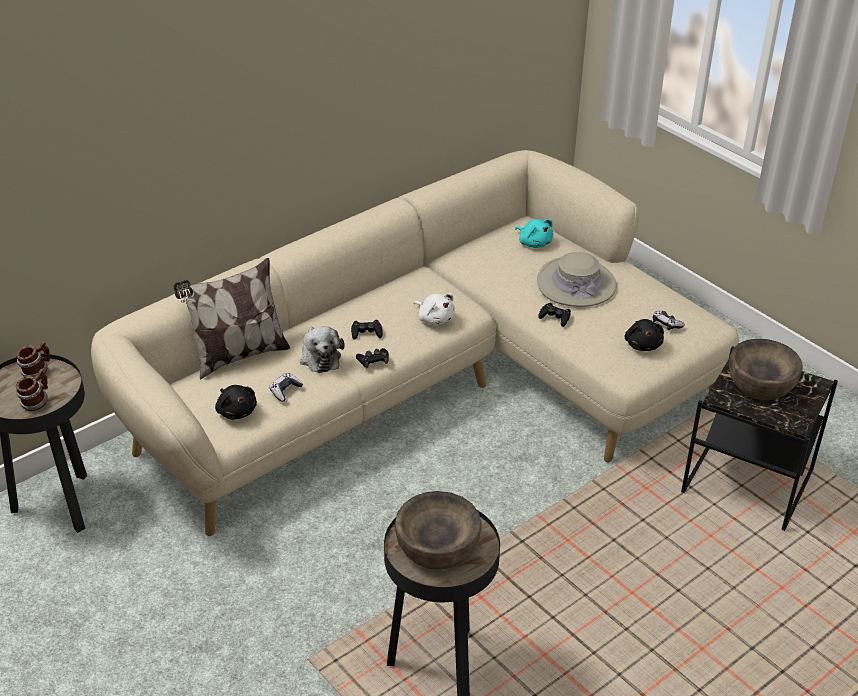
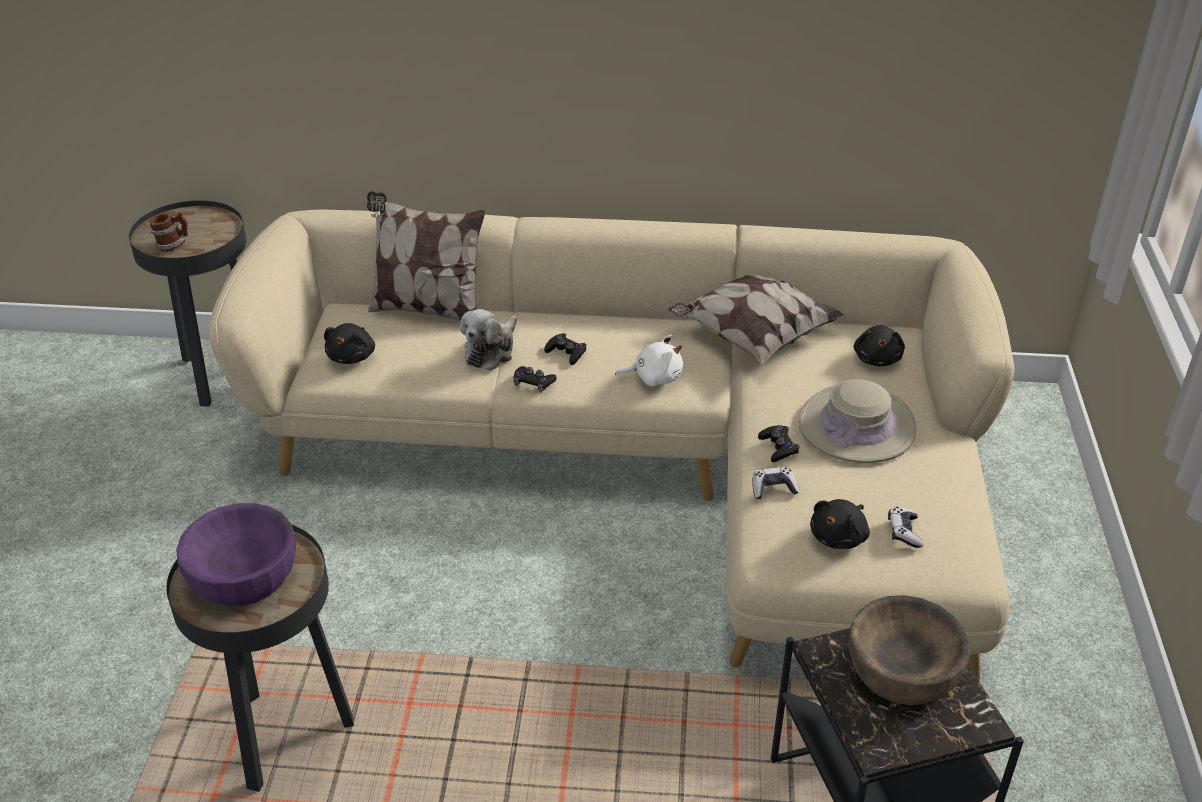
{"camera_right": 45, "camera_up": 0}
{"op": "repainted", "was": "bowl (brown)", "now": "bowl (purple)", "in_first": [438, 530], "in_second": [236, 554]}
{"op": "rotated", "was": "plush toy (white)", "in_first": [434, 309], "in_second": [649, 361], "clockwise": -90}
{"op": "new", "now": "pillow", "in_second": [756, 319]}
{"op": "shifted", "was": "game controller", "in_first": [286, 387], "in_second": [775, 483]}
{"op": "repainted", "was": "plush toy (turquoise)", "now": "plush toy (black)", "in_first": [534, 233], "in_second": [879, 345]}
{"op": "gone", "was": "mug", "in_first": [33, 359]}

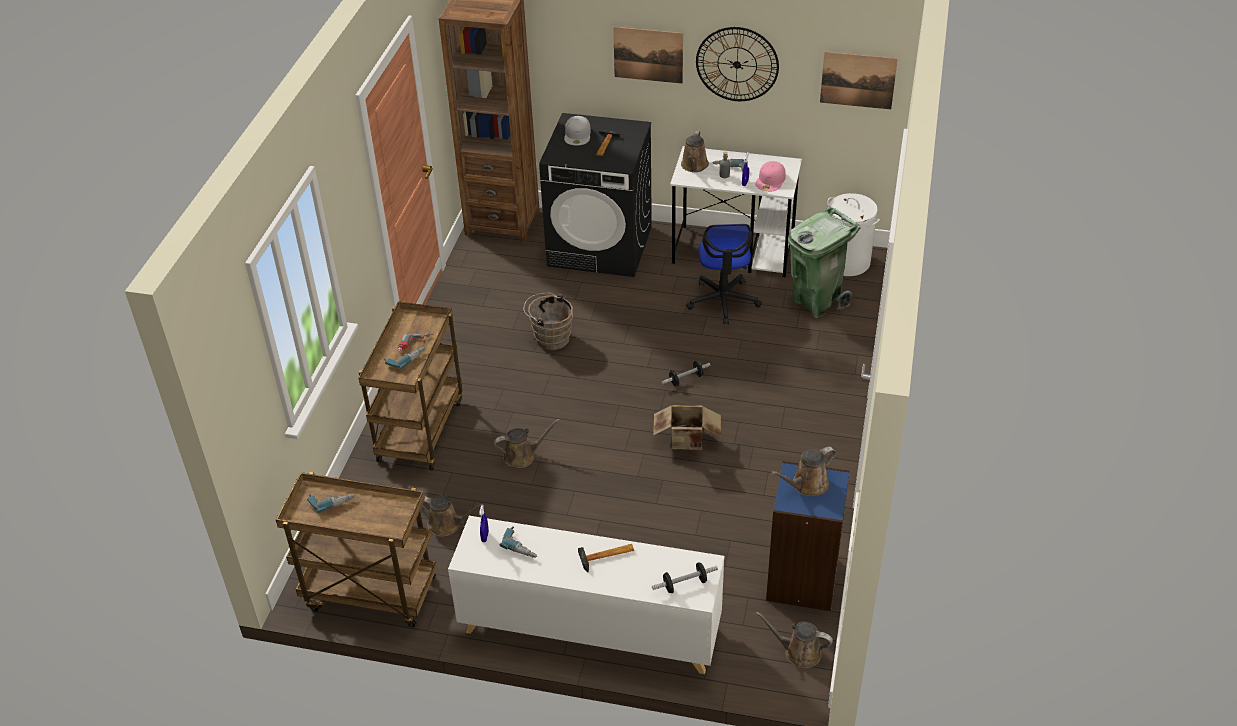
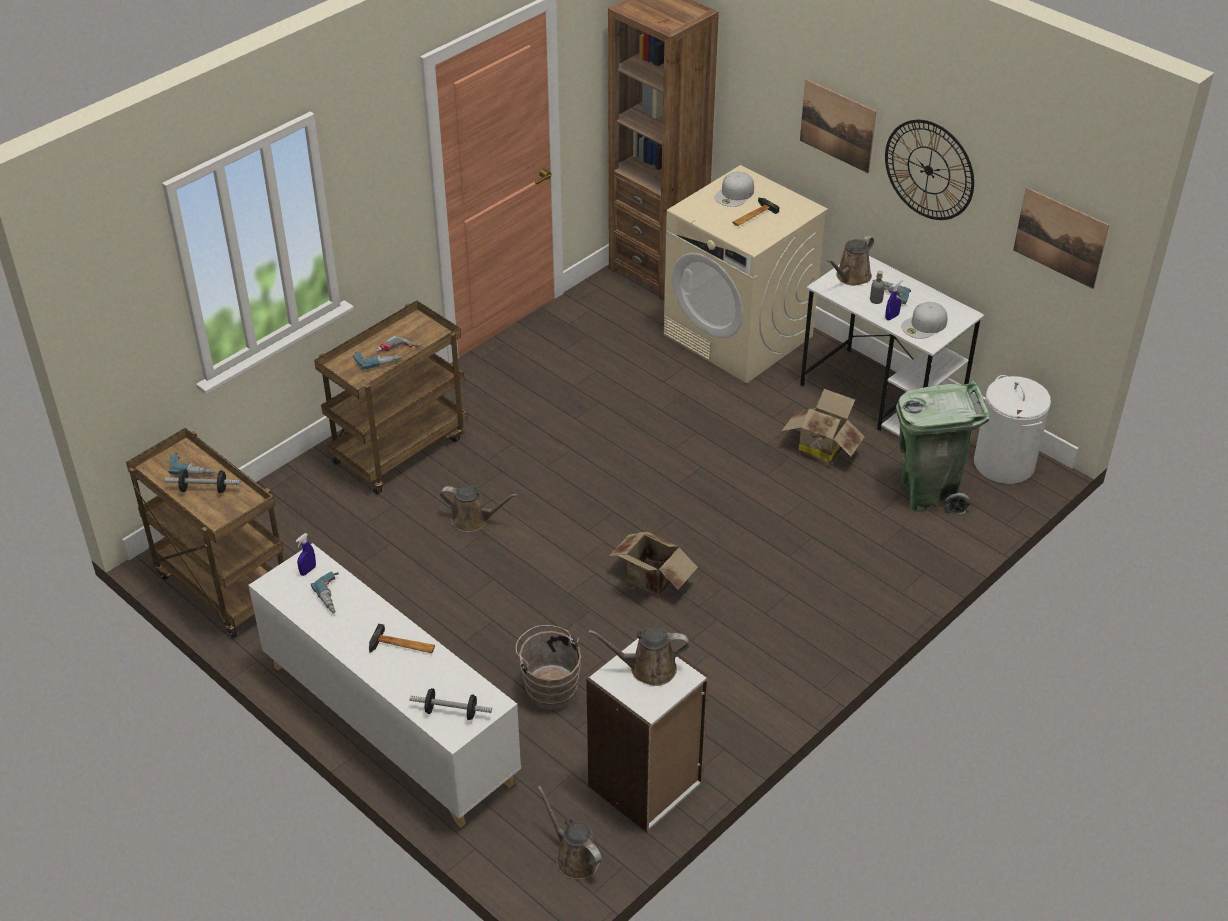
{"camera_right": 30, "camera_up": 0}
{"op": "shifted", "was": "dumbbell", "in_first": [686, 373], "in_second": [202, 481]}
{"op": "shifted", "was": "bucket (brown)", "in_first": [548, 321], "in_second": [548, 667]}
{"op": "repainted", "was": "bookcase (blue)", "now": "bookcase (white)", "in_first": [808, 536], "in_second": [647, 735]}
{"op": "repainted", "was": "washing machine (black)", "now": "washing machine (beige)", "in_first": [595, 195], "in_second": [746, 274]}
{"op": "swapped", "was": "office chair", "now": "cardboard box", "in_first": [724, 274], "in_second": [822, 427]}
{"op": "repainted", "was": "cap (pink)", "now": "cap (white)", "in_first": [771, 176], "in_second": [924, 320]}
{"op": "gone", "was": "watering can (brown)", "in_first": [452, 516]}

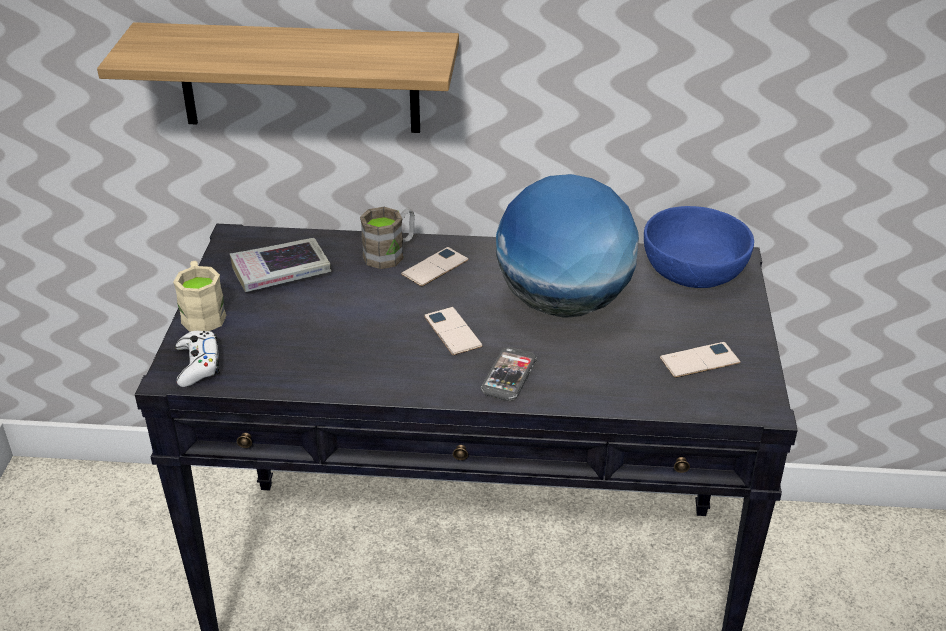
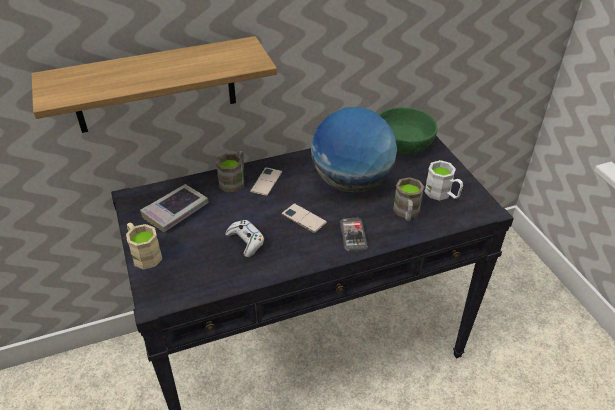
{"camera_right": -25, "camera_up": 5}
{"op": "shifted", "was": "game controller (white)", "in_first": [197, 359], "in_second": [244, 238]}
{"op": "repainted", "was": "bowl (blue)", "now": "bowl (green)", "in_first": [699, 247], "in_second": [408, 130]}
{"op": "new", "now": "mug (brown)", "in_second": [408, 199]}
{"op": "swapped", "was": "phone", "now": "mug (white)", "in_first": [700, 360], "in_second": [443, 180]}

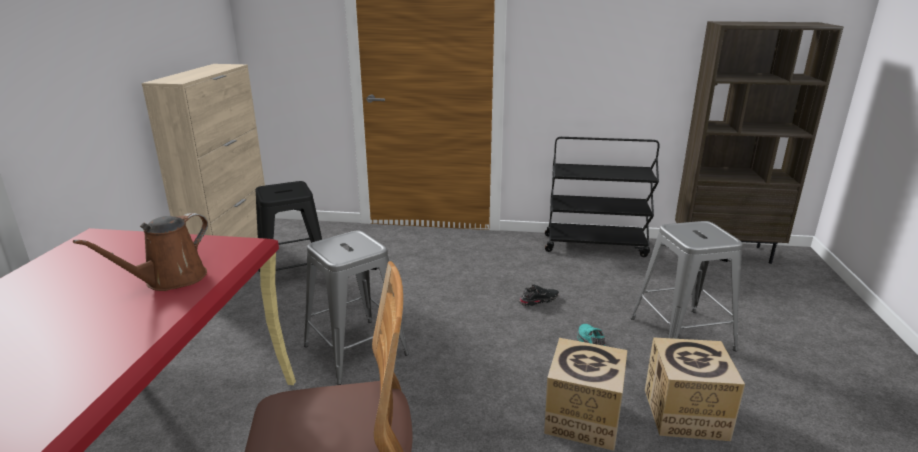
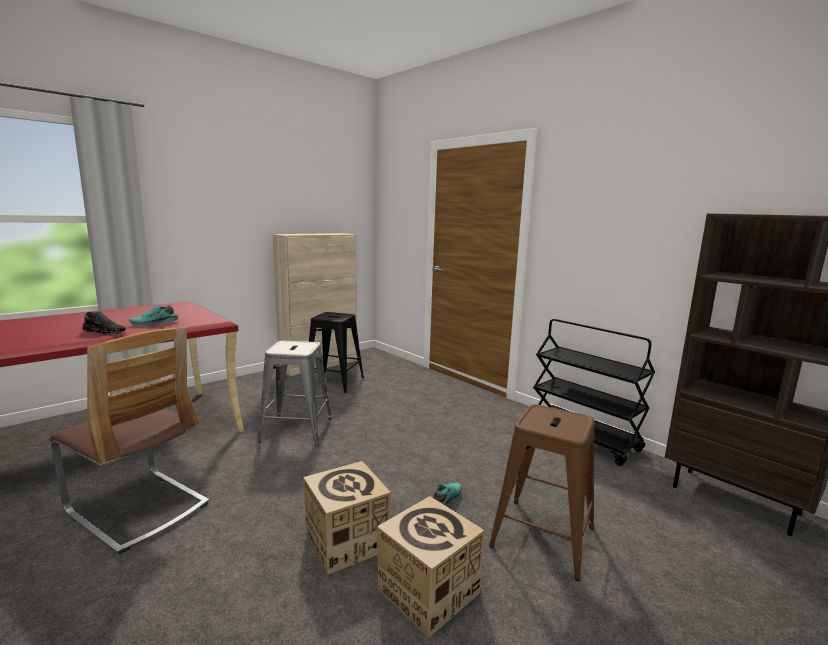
{"camera_right": 40, "camera_up": -10}
{"op": "shifted", "was": "shoe (black)", "in_first": [539, 295], "in_second": [104, 323]}
{"op": "swapped", "was": "watering can (brown)", "now": "shoe (turquoise)", "in_first": [140, 252], "in_second": [154, 315]}
{"op": "repainted", "was": "stool (grey)", "now": "stool (brown)", "in_first": [687, 286], "in_second": [542, 492]}

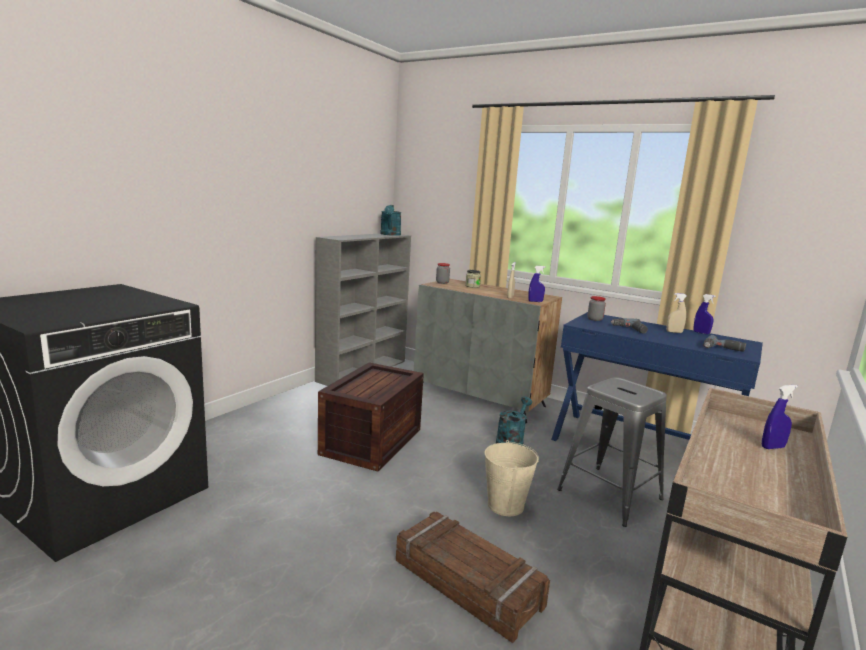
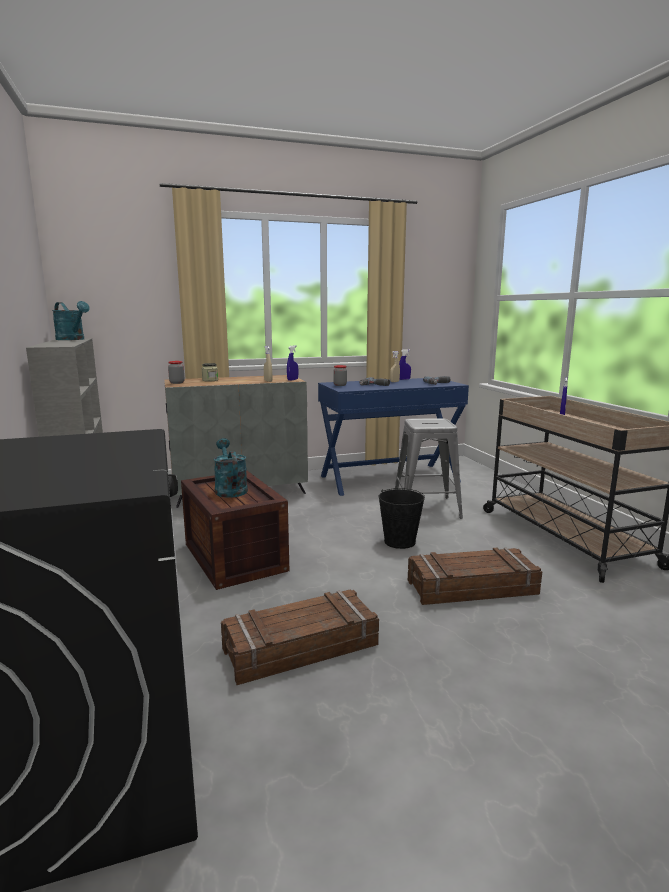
{"camera_right": -50, "camera_up": 0}
{"op": "shifted", "was": "watering can (turquoise)", "in_first": [514, 421], "in_second": [231, 468]}
{"op": "new", "now": "crate", "in_second": [300, 637]}
{"op": "repainted", "was": "bucket (beige)", "now": "bucket (black)", "in_first": [511, 478], "in_second": [402, 518]}

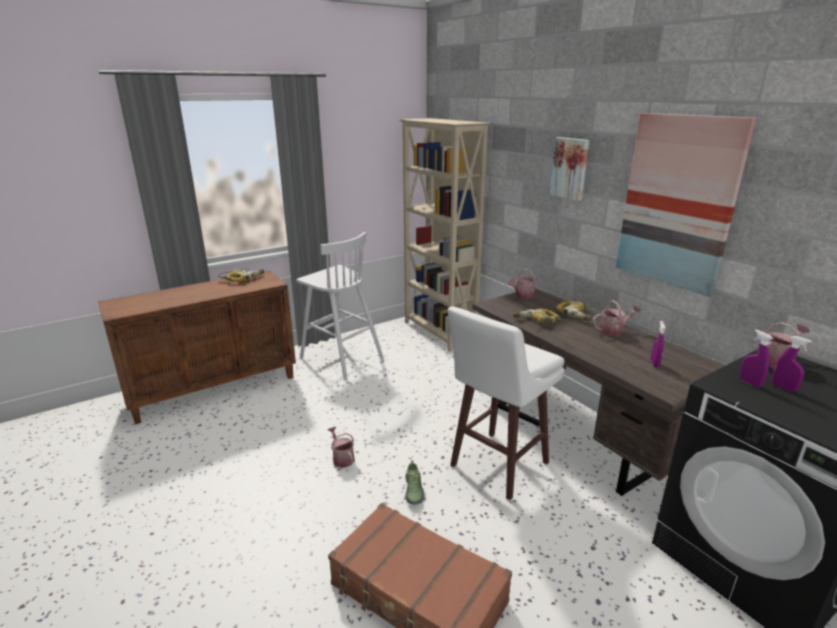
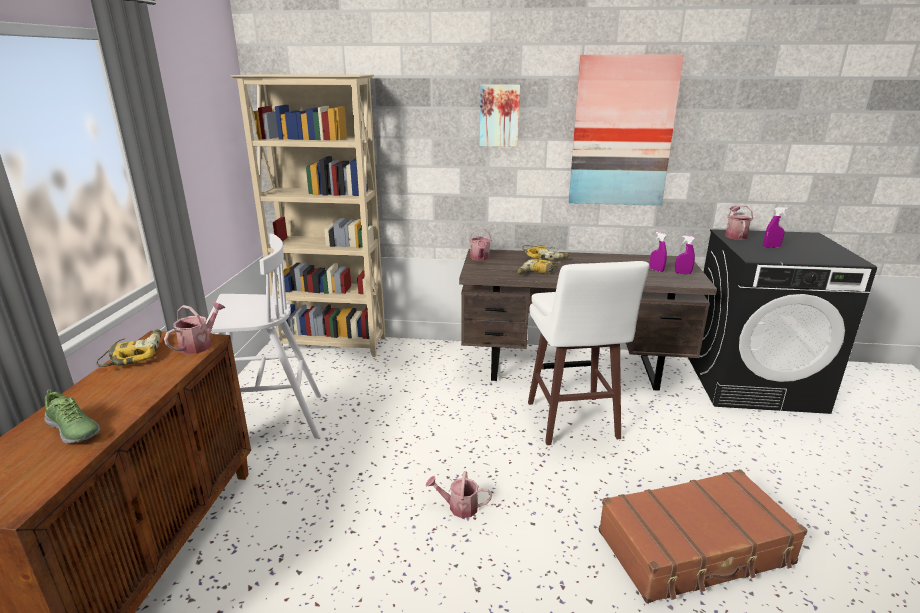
{"camera_right": -50, "camera_up": 0}
{"op": "shifted", "was": "shoe", "in_first": [415, 482], "in_second": [72, 416]}
{"op": "shifted", "was": "watering can", "in_first": [617, 318], "in_second": [195, 328]}
{"op": "shifted", "was": "spray bottle (purple)", "in_first": [756, 359], "in_second": [685, 255]}

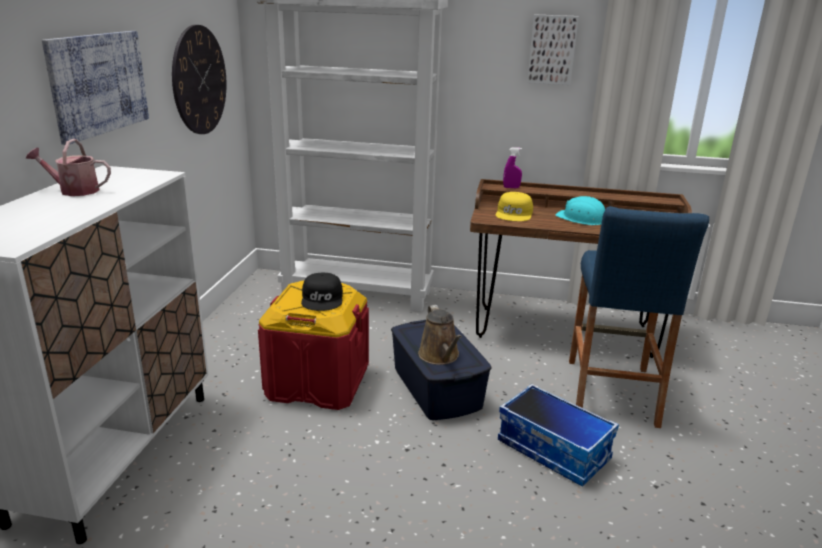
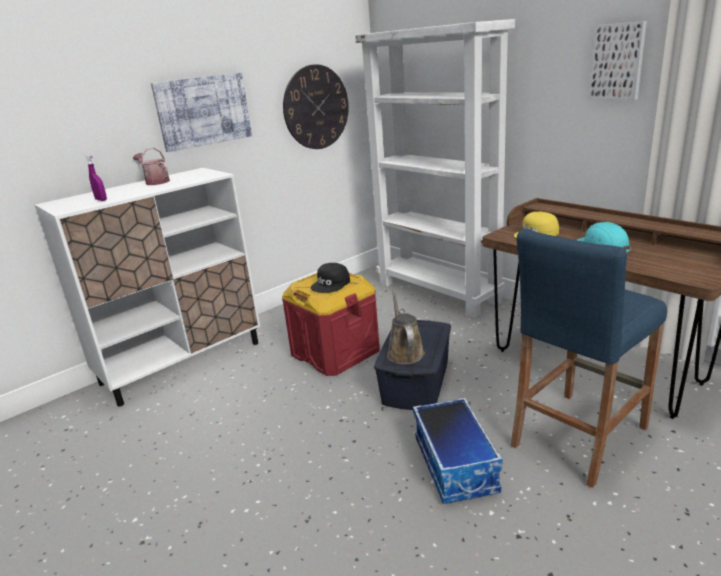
{"camera_right": 40, "camera_up": 0}
{"op": "shifted", "was": "spray bottle (purple)", "in_first": [512, 167], "in_second": [96, 177]}
{"op": "rotated", "was": "watering can (brown)", "in_first": [440, 335], "in_second": [406, 326], "clockwise": 150}

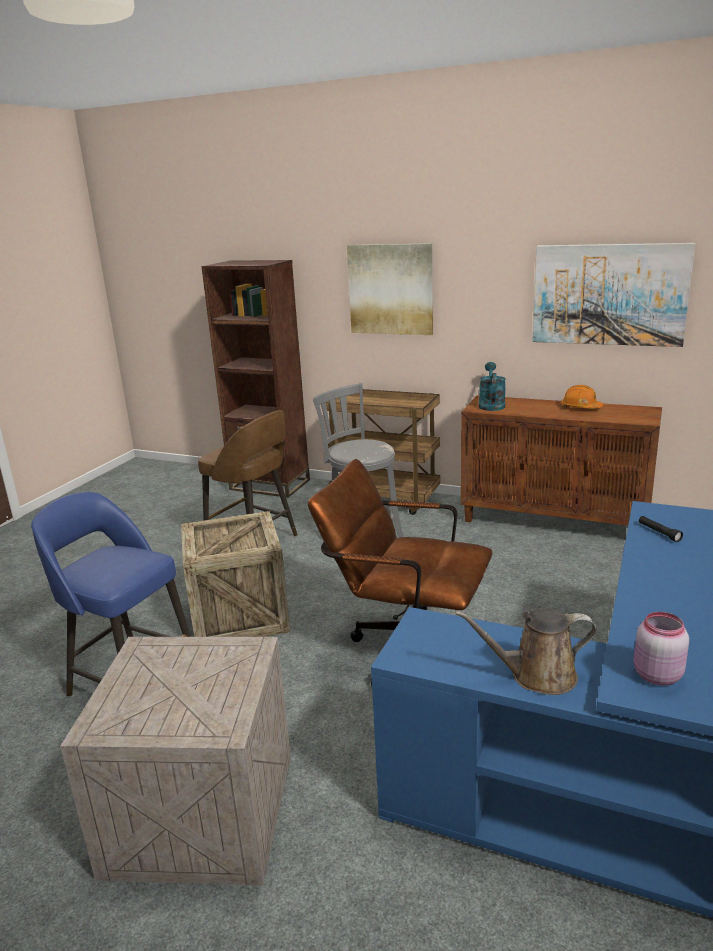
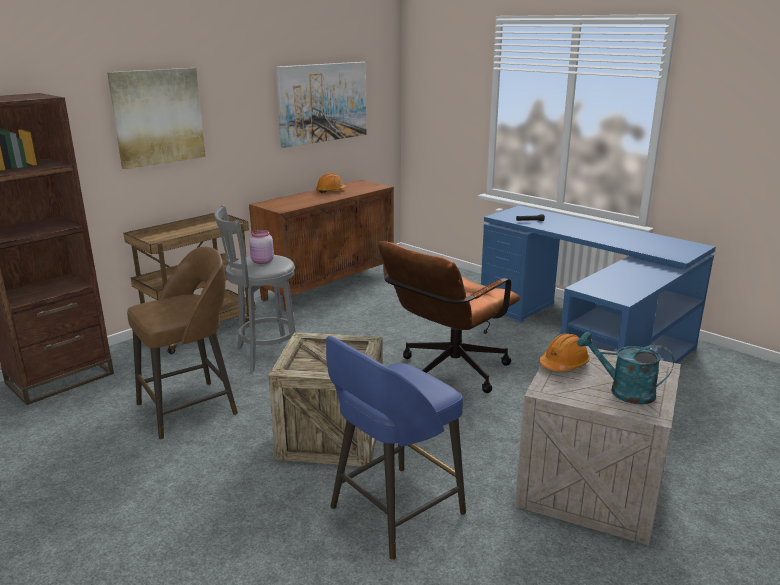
{"camera_right": -70, "camera_up": 0}
{"op": "shifted", "was": "jar (pink)", "in_first": [661, 648], "in_second": [261, 247]}
{"op": "new", "now": "hard hat (orange)", "in_second": [564, 352]}
{"op": "shifted", "was": "watering can (turquoise)", "in_first": [492, 386], "in_second": [625, 368]}
{"op": "gone", "was": "watering can (brown)", "in_first": [526, 651]}

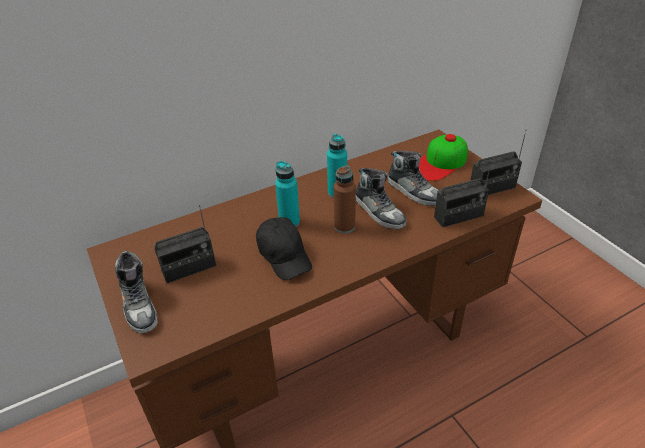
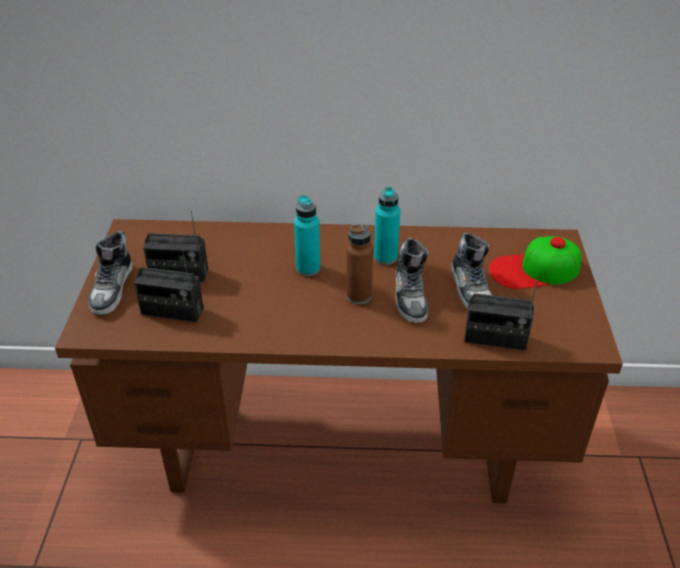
{"camera_right": 30, "camera_up": 0}
{"op": "shifted", "was": "radio", "in_first": [498, 162], "in_second": [169, 285]}
{"op": "gone", "was": "cap (black)", "in_first": [284, 248]}

